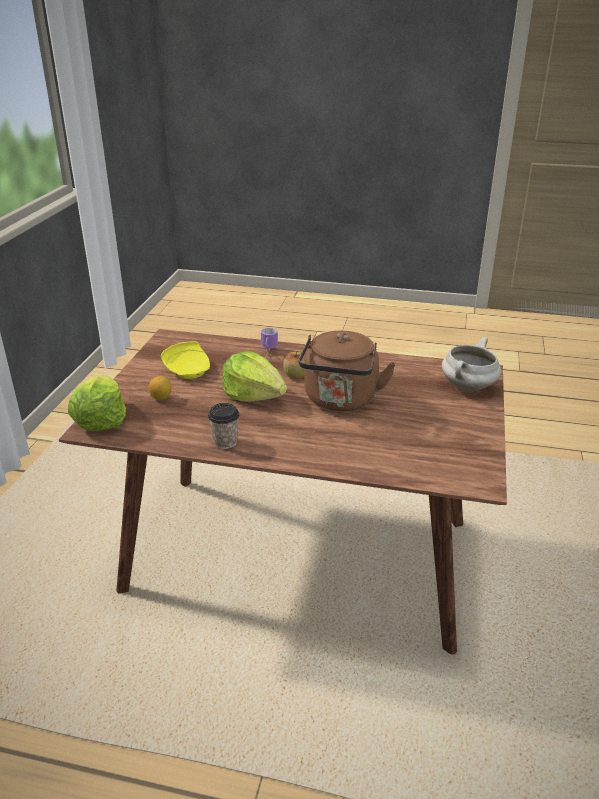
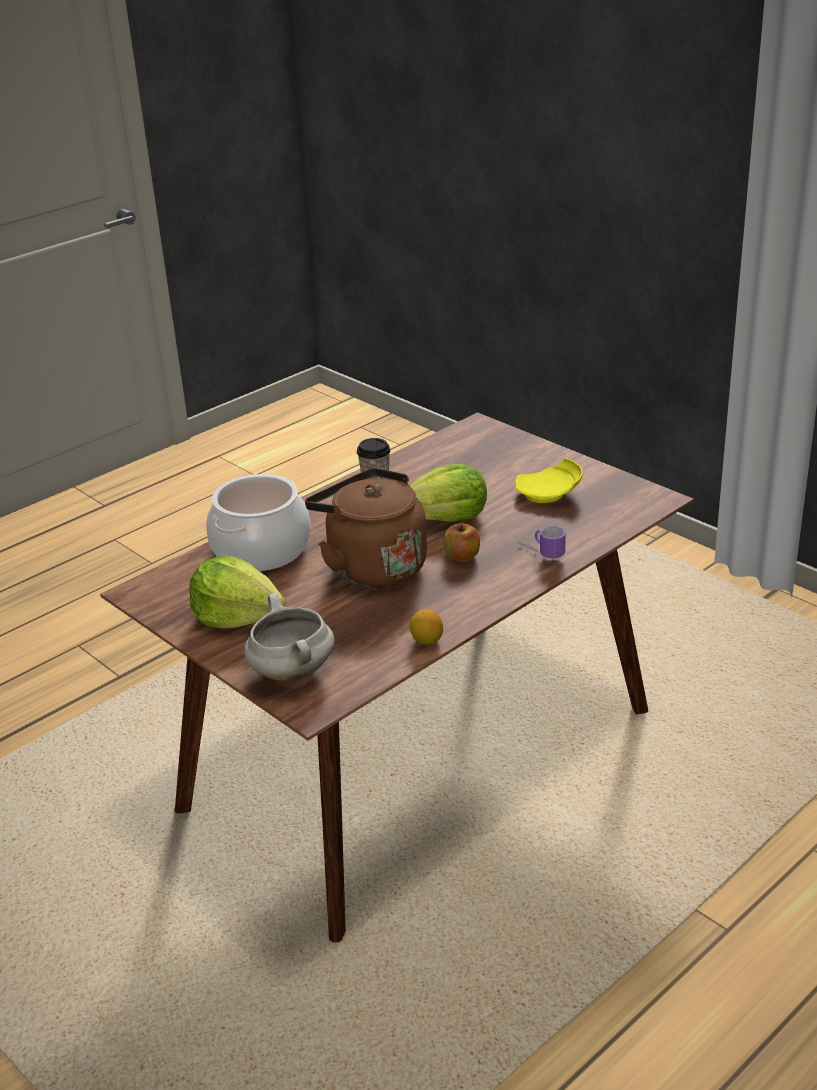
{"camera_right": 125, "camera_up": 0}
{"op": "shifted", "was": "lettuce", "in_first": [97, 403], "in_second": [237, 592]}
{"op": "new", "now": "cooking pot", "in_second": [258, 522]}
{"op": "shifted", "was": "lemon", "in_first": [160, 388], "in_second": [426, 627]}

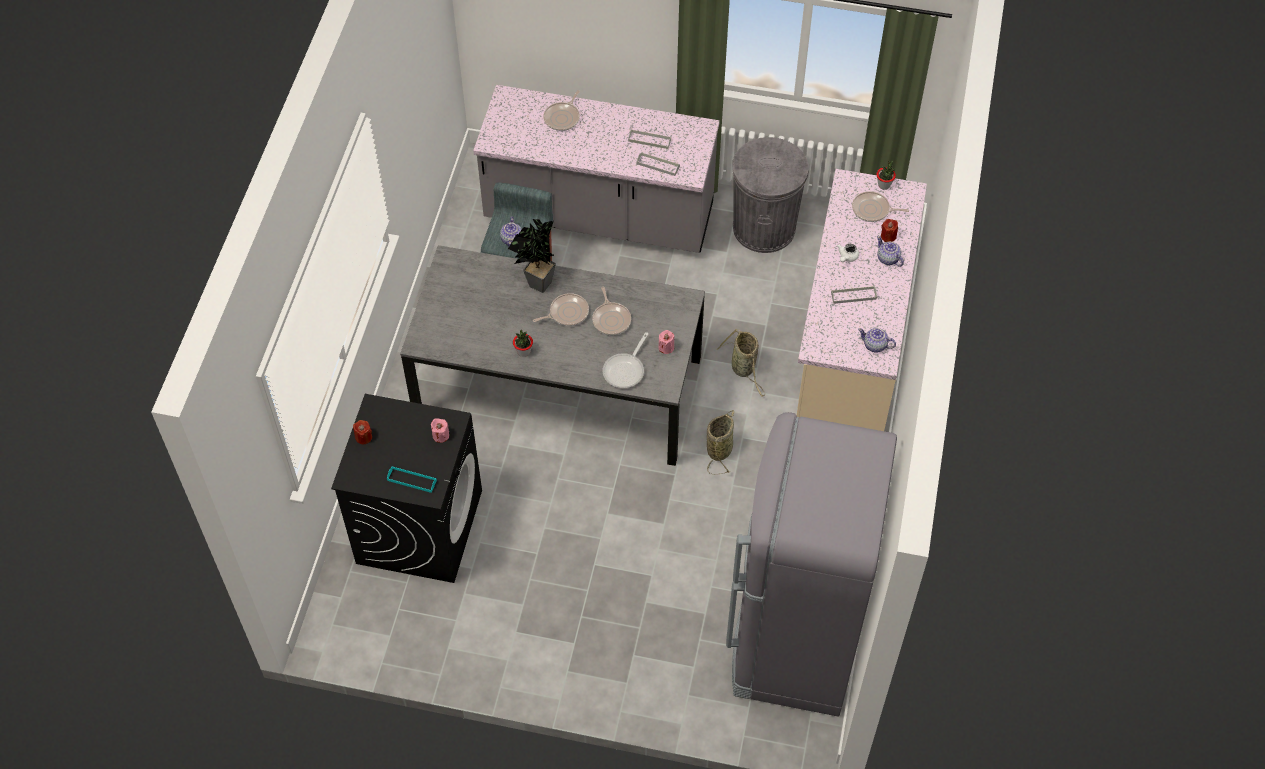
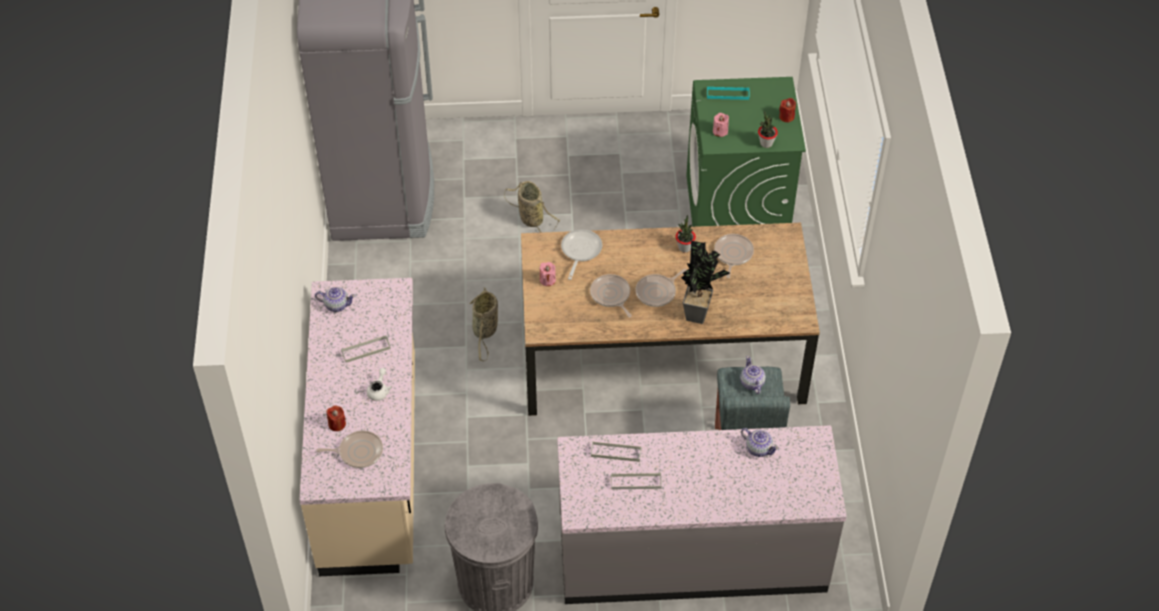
{"camera_right": 165, "camera_up": -5}
{"op": "shifted", "was": "basket", "in_first": [741, 363], "in_second": [532, 207]}
{"op": "repainted", "was": "dining table (grey)", "now": "dining table (brown)", "in_first": [552, 355], "in_second": [670, 319]}
{"op": "repainted", "was": "washing machine (black)", "now": "washing machine (green)", "in_first": [406, 488], "in_second": [746, 152]}
{"op": "shifted", "was": "frying pan", "in_first": [562, 110], "in_second": [734, 256]}
{"op": "shifted", "was": "teapot", "in_first": [890, 251], "in_second": [760, 442]}
{"op": "shifted", "was": "potted plant", "in_first": [886, 175], "in_second": [768, 129]}

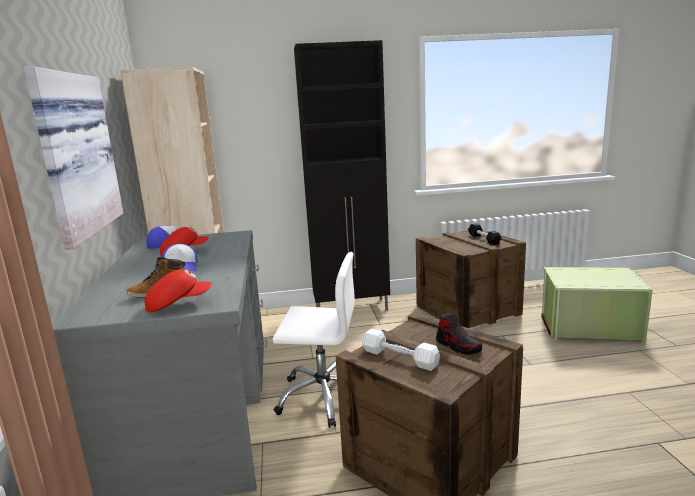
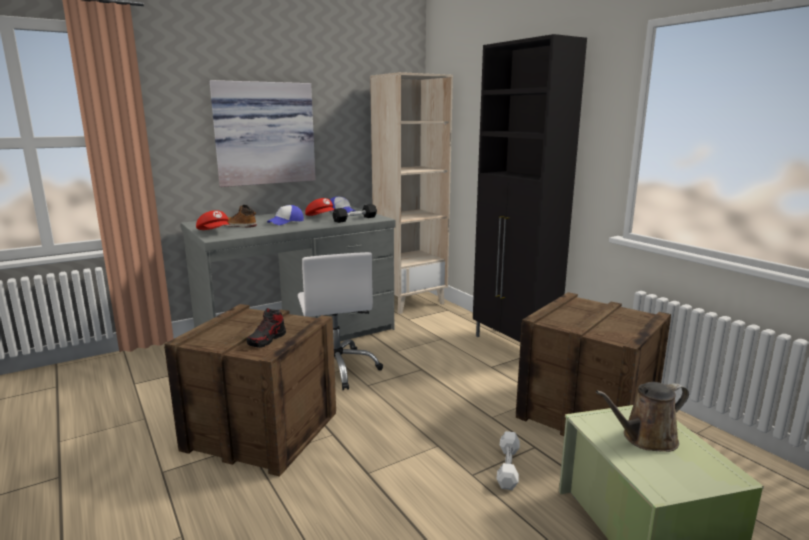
{"camera_right": 65, "camera_up": 0}
{"op": "shifted", "was": "dumbbell (black)", "in_first": [485, 234], "in_second": [354, 213]}
{"op": "shifted", "was": "dumbbell (white)", "in_first": [401, 350], "in_second": [508, 460]}
{"op": "new", "now": "watering can (brown)", "in_second": [642, 417]}

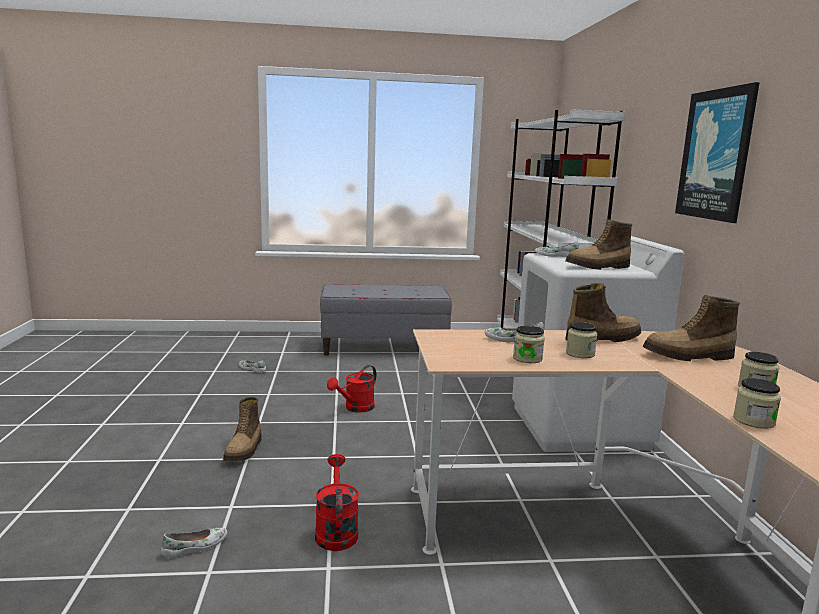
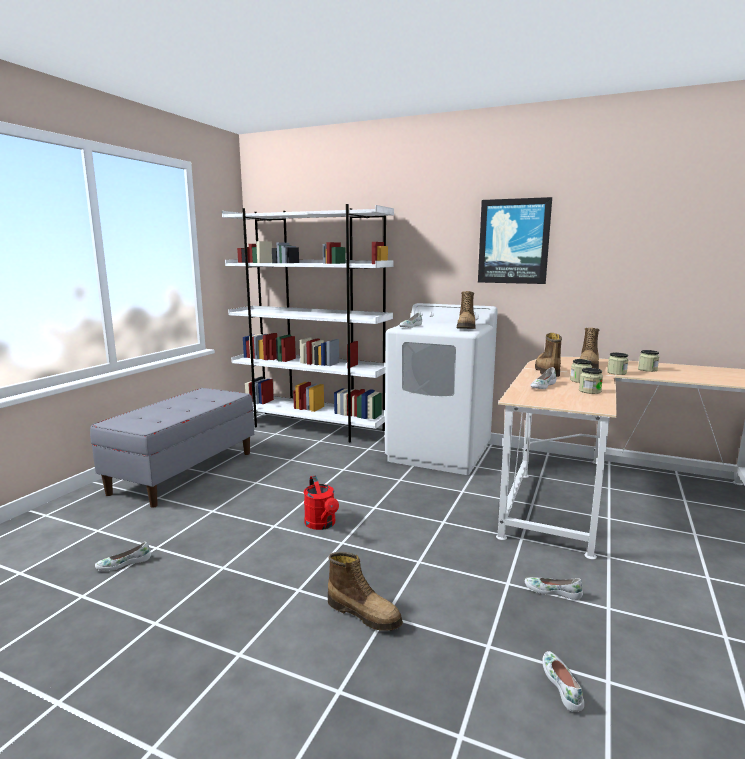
{"camera_right": -60, "camera_up": 0}
{"op": "swapped", "was": "watering can (red)", "now": "shoe (white)", "in_first": [337, 502], "in_second": [554, 588]}
{"op": "shifted", "was": "jar", "in_first": [757, 403], "in_second": [617, 363]}

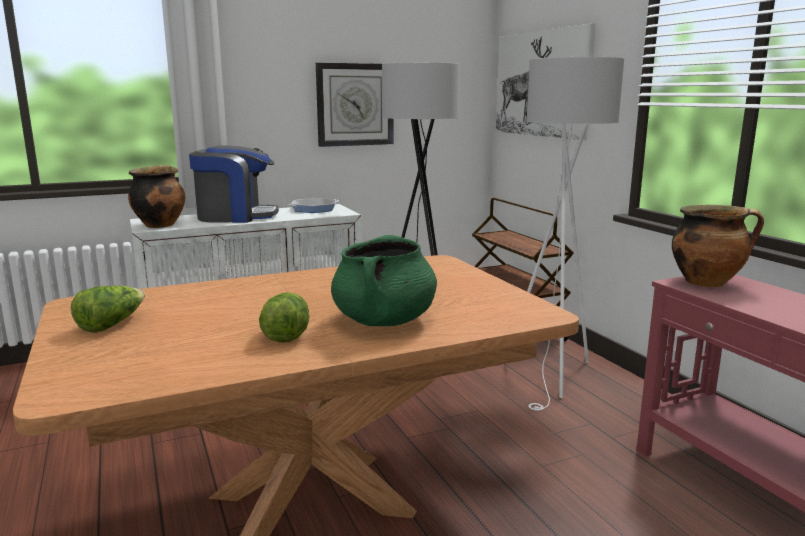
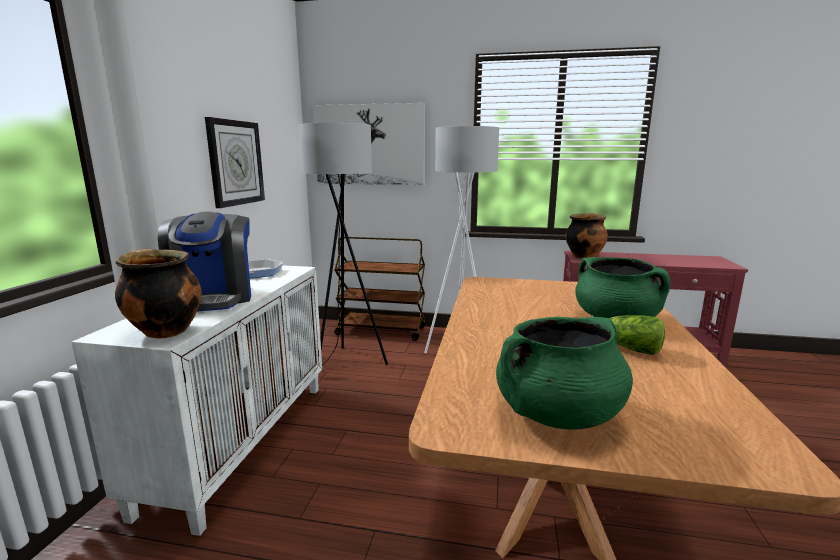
{"camera_right": -55, "camera_up": 0}
{"op": "rotated", "was": "coffee machine", "in_first": [234, 184], "in_second": [204, 261], "clockwise": 135}
{"op": "swapped", "was": "lettuce", "now": "cooking pot (green)", "in_first": [108, 309], "in_second": [564, 373]}

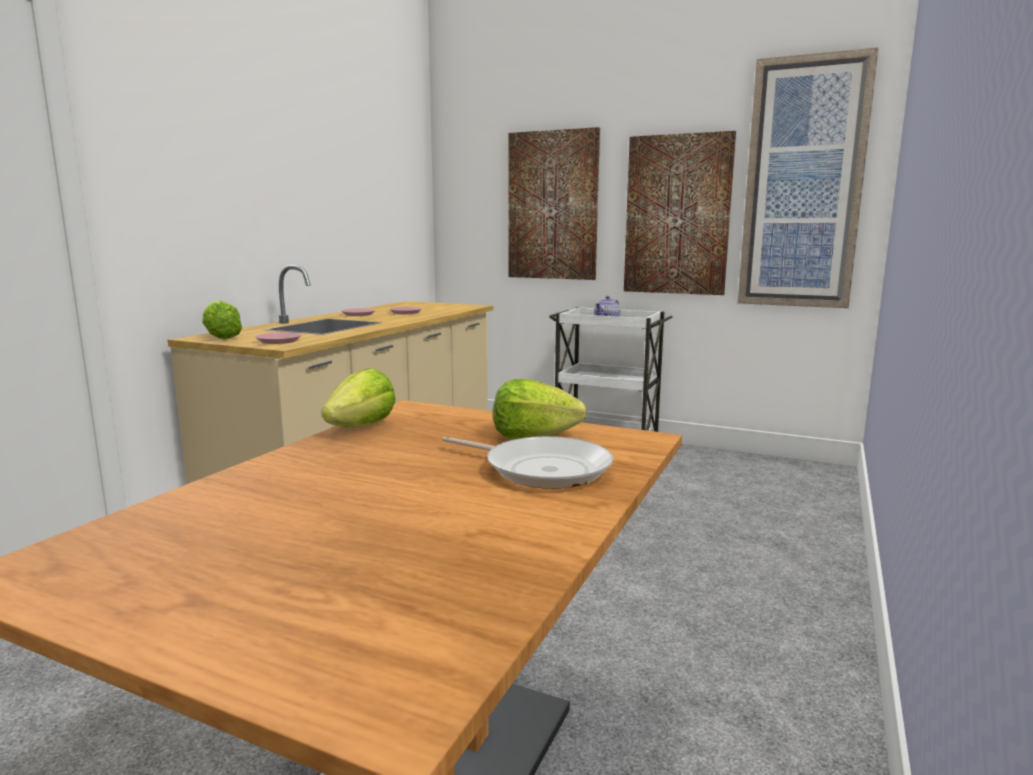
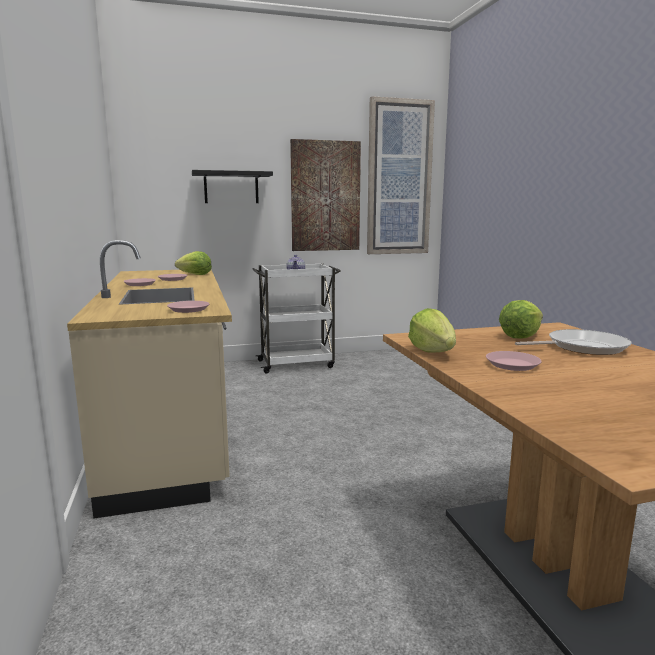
{"camera_right": -40, "camera_up": 0}
{"op": "shifted", "was": "lettuce", "in_first": [222, 320], "in_second": [193, 263]}
{"op": "swapped", "was": "picture", "now": "shelf (black)", "in_first": [554, 203], "in_second": [232, 186]}
{"op": "new", "now": "plate (pink)", "in_second": [514, 361]}

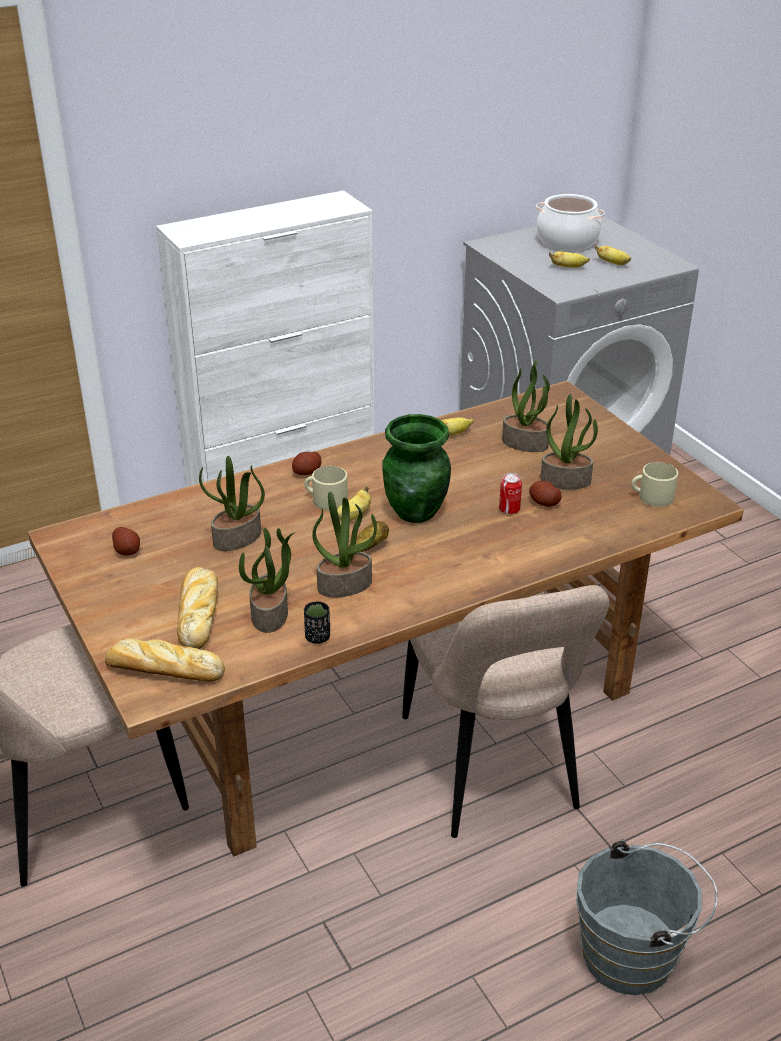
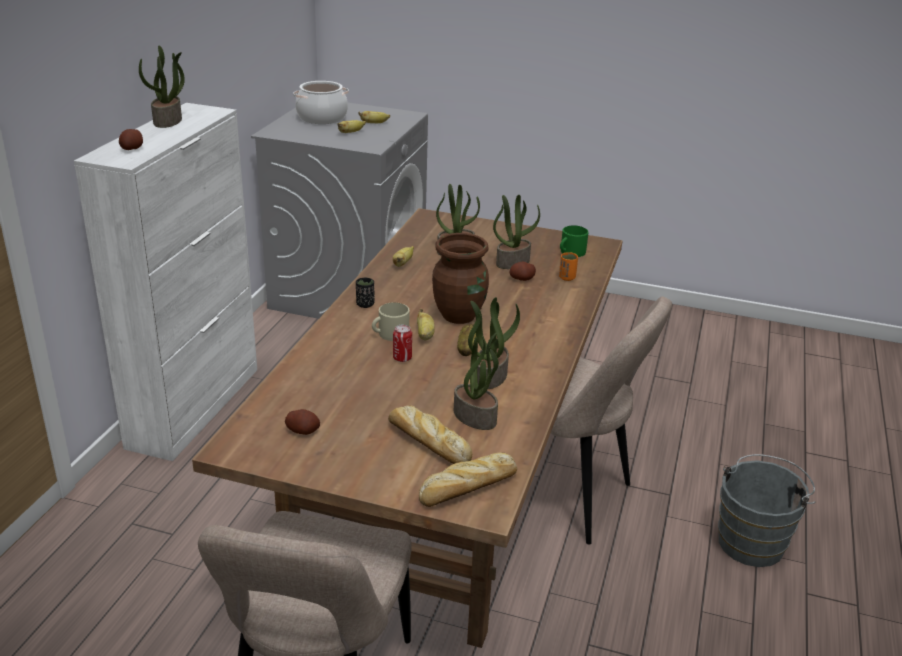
{"camera_right": -45, "camera_up": -5}
{"op": "shifted", "was": "potato", "in_first": [307, 463], "in_second": [131, 139]}
{"op": "shifted", "was": "potted plant", "in_first": [232, 503], "in_second": [162, 86]}
{"op": "shifted", "was": "cup (black)", "in_first": [317, 622], "in_second": [365, 293]}
{"op": "shifted", "was": "can", "in_first": [510, 493], "in_second": [402, 343]}
{"op": "repainted", "was": "vase (green)", "now": "vase (brown)", "in_first": [416, 468], "in_second": [460, 278]}
{"op": "new", "now": "cup (orange)", "in_second": [568, 266]}
{"op": "repainted", "was": "mug (beige)", "now": "mug (green)", "in_first": [654, 484], "in_second": [574, 241]}

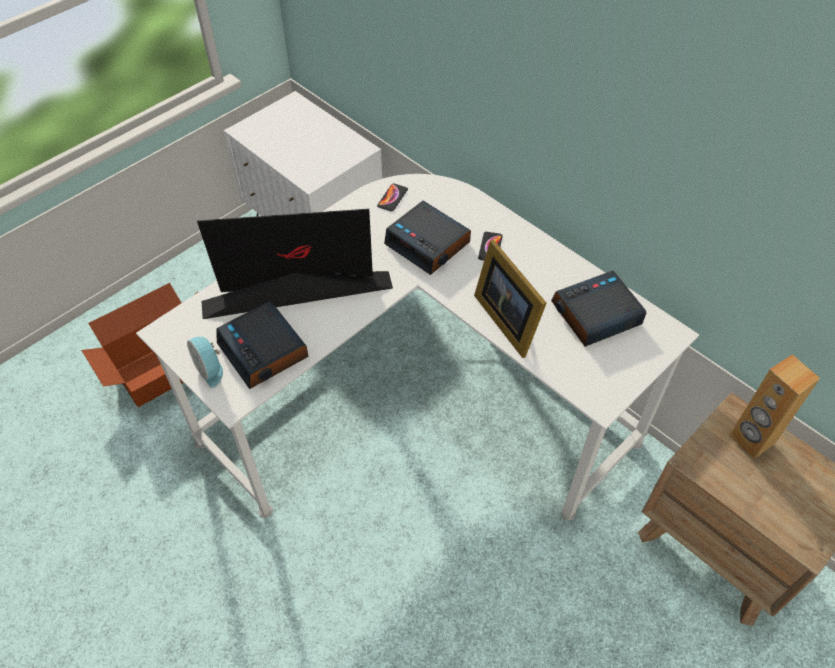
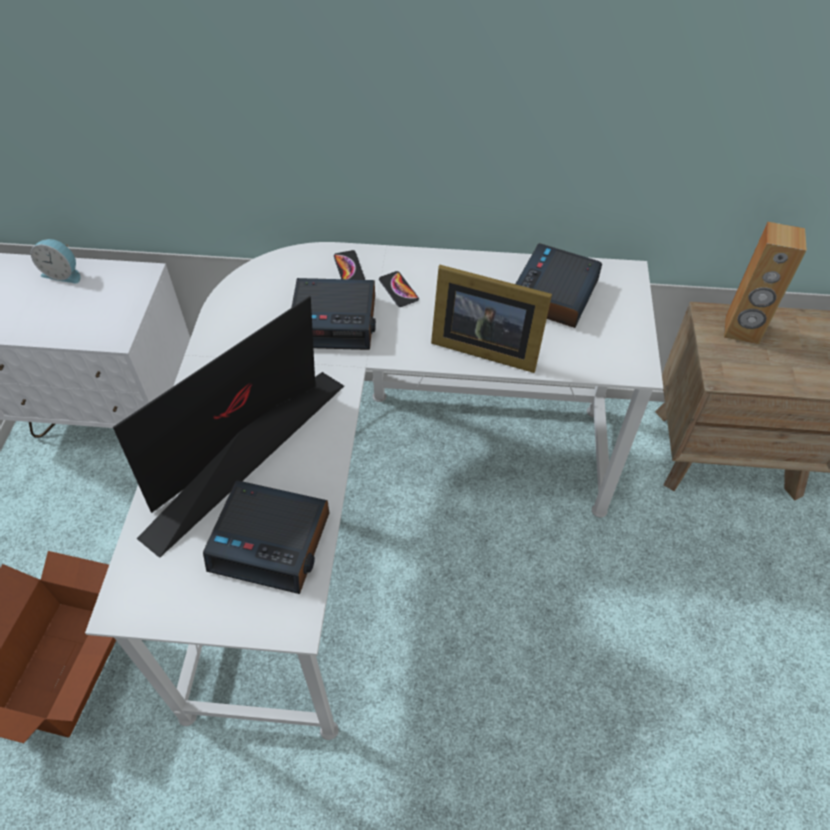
{"camera_right": -40, "camera_up": 0}
{"op": "shifted", "was": "alarm clock", "in_first": [205, 362], "in_second": [55, 261]}
{"op": "shifted", "was": "phone", "in_first": [392, 197], "in_second": [349, 265]}

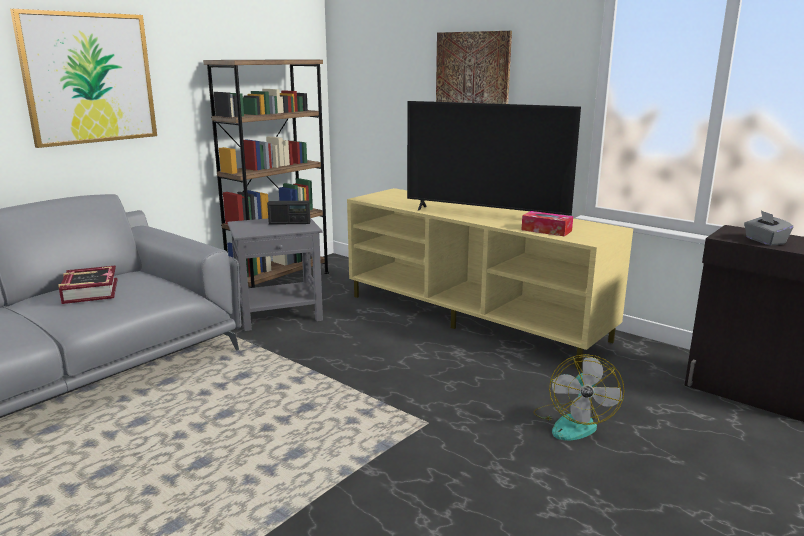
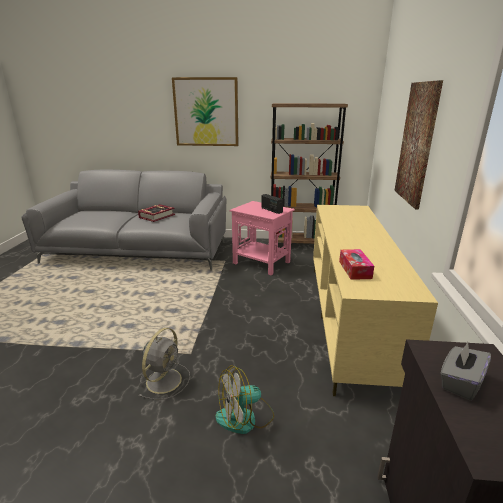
{"camera_right": 55, "camera_up": 5}
{"op": "new", "now": "fan (grey)", "in_second": [164, 364]}
{"op": "repainted", "was": "side table (grey)", "now": "side table (pink)", "in_first": [275, 274], "in_second": [262, 238]}
{"op": "gone", "was": "television", "in_first": [494, 158]}

